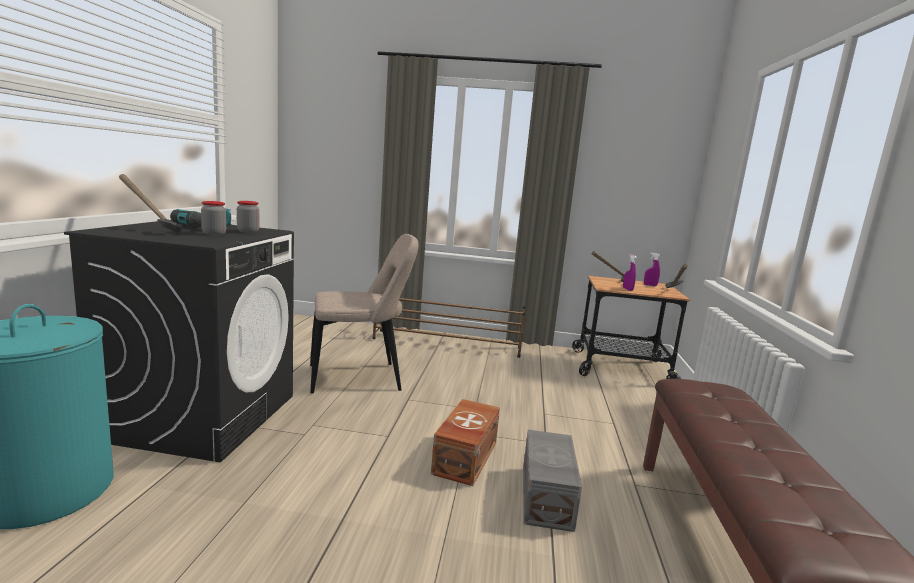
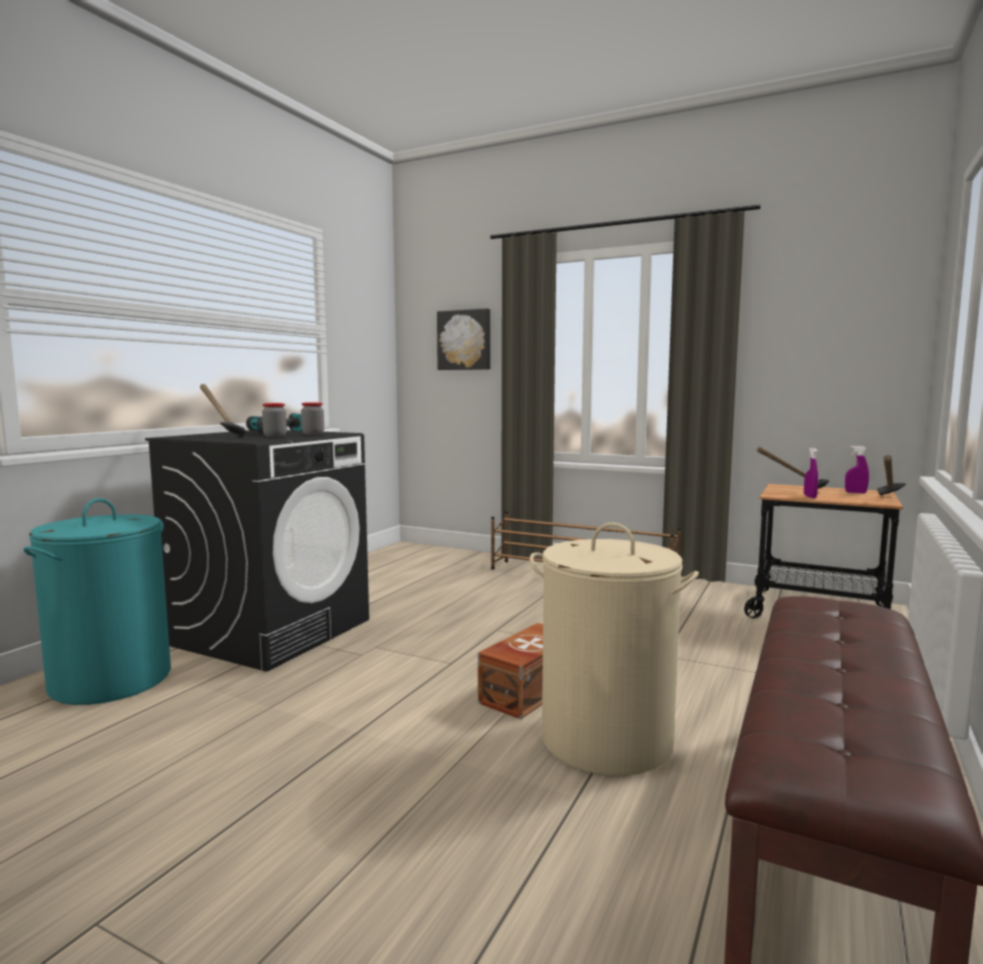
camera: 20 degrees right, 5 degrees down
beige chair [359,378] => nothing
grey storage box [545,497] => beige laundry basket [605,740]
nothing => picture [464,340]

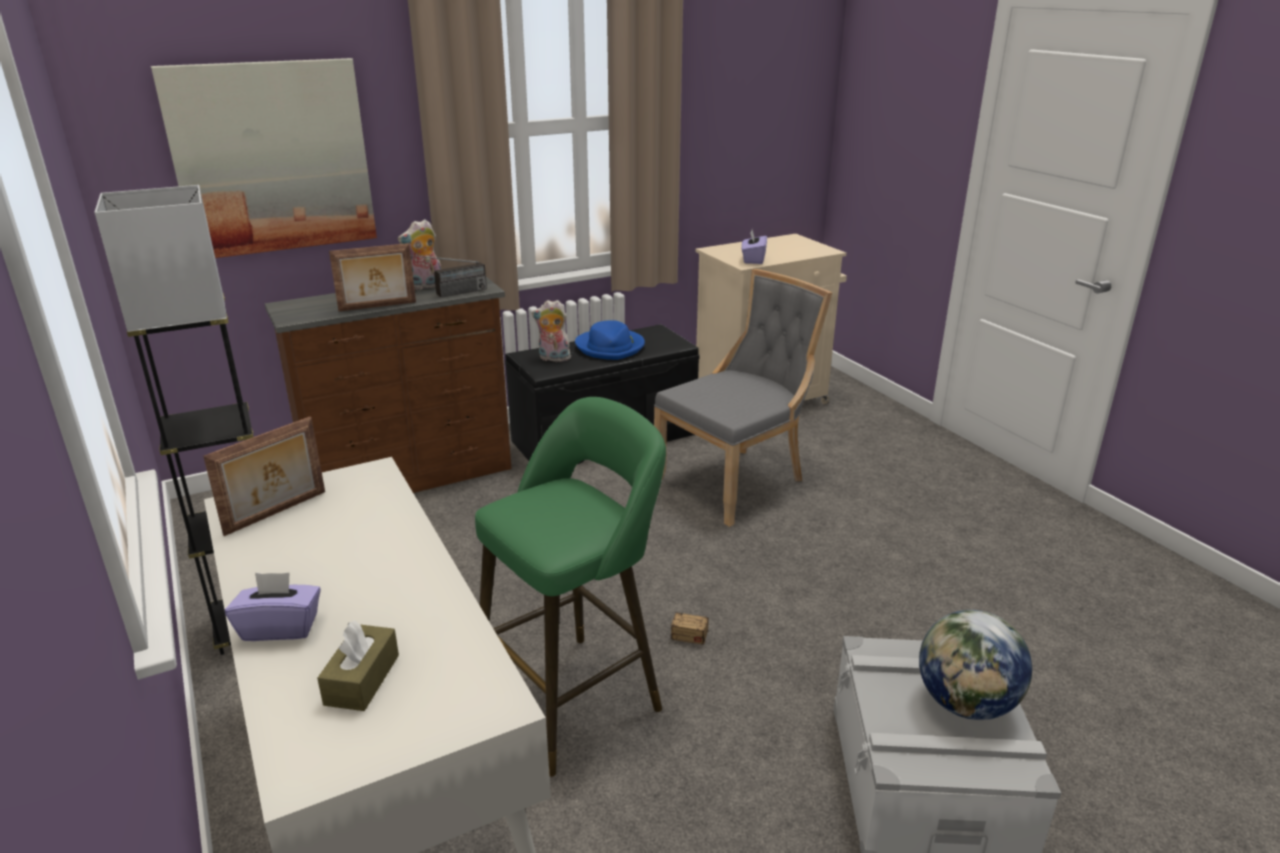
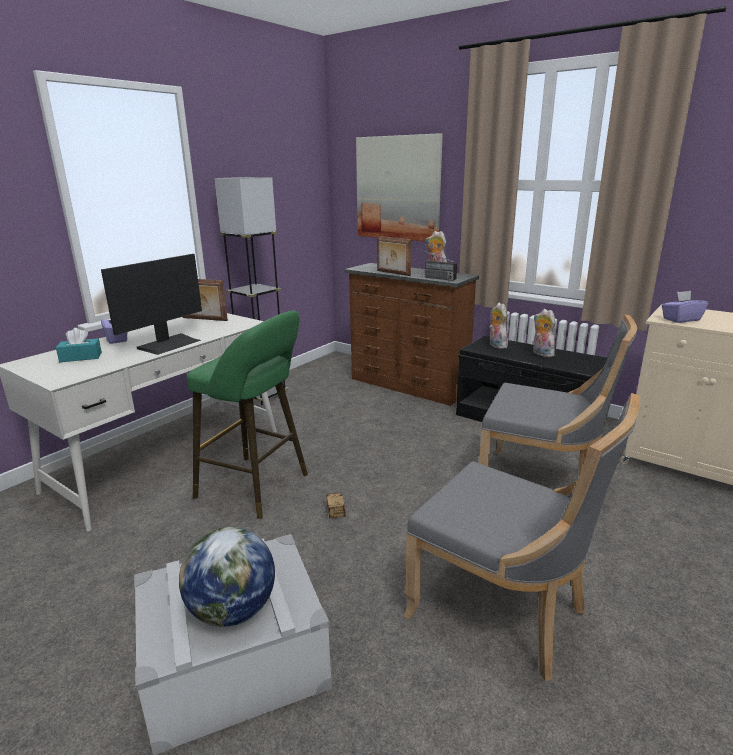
camera: 65 degrees right, 5 degrees down
blue hat [610,347] => plush toy [541,354]
brown tissue box [362,679] => turquoise tissue box [81,357]
nothing => monitor [169,344]
nothing => grey chair [504,612]

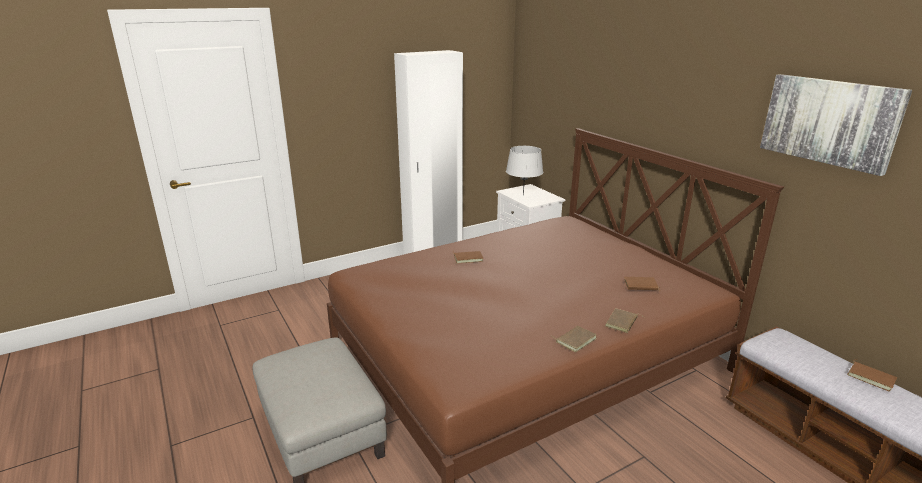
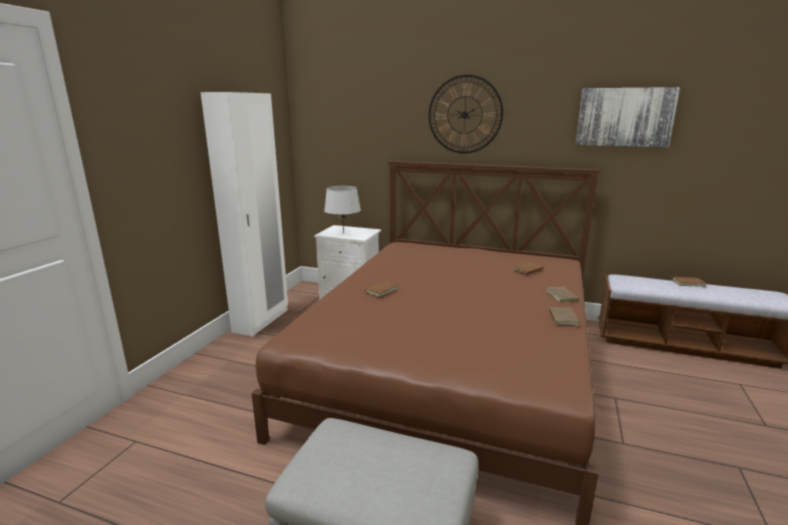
camera: 40 degrees left, 5 degrees down
nothing => wall clock [464,115]

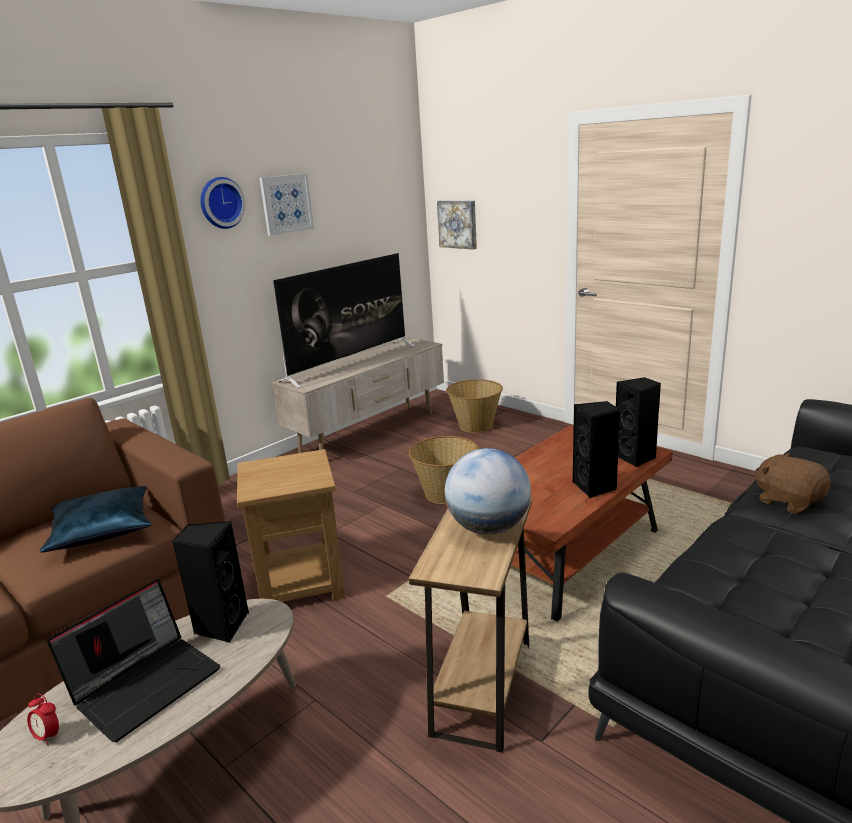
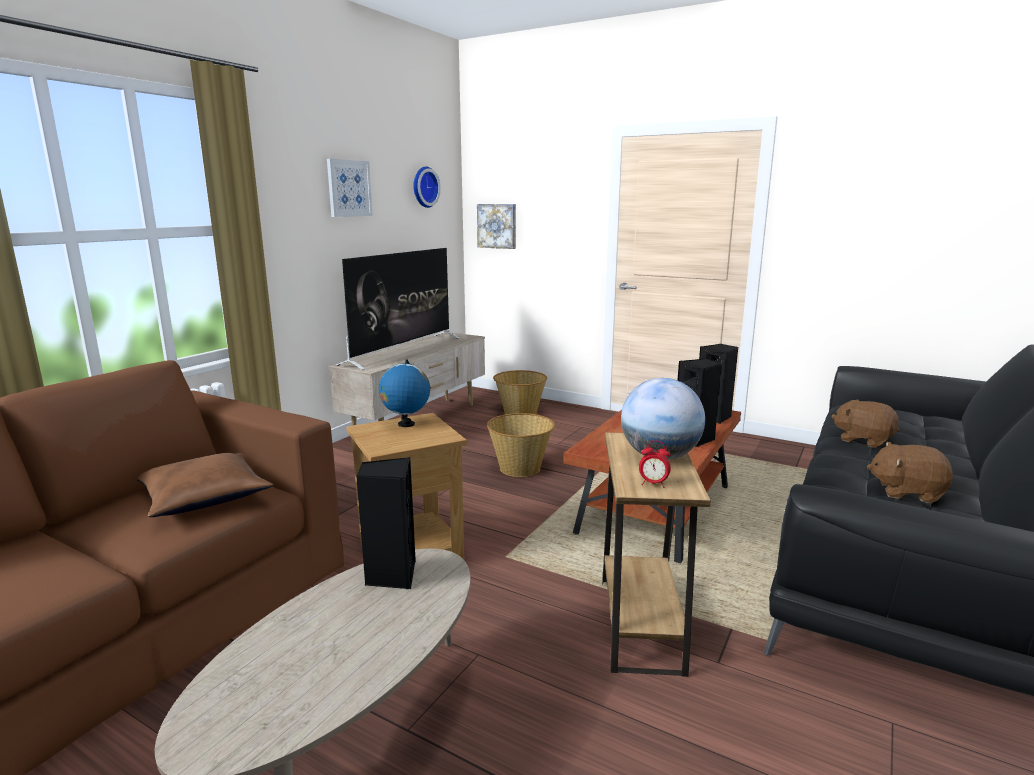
camera: 15 degrees left, 5 degrees down
wall clock [221,203] => wall clock [423,187], shifted
blue pillow [103,529] => brown pillow [205,497]
laptop [147,683] => nothing
alarm clock [48,736] => alarm clock [653,484], shifted
nothing => globe [406,424]
nothing => brown plush toy [906,492]

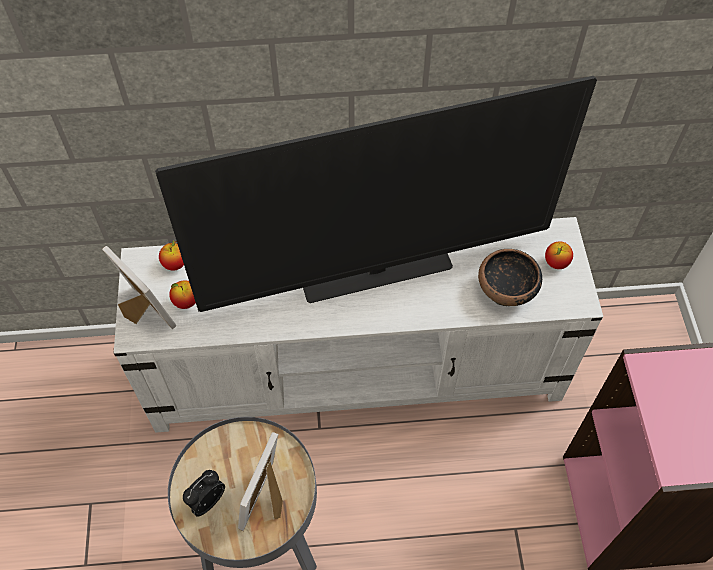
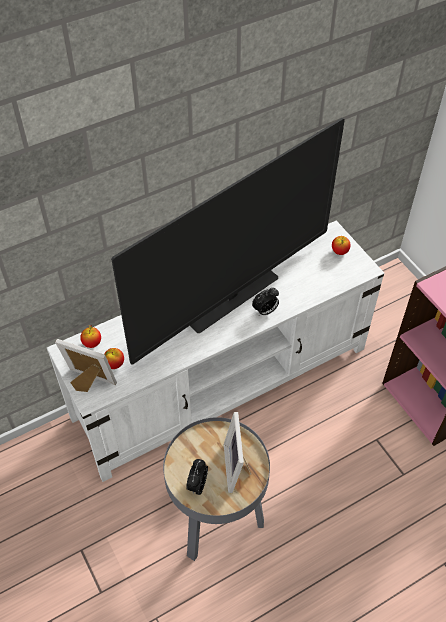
camera: 25 degrees left, 5 degrees down
bowl [506,290] => nothing
nothing => alarm clock [265,311]

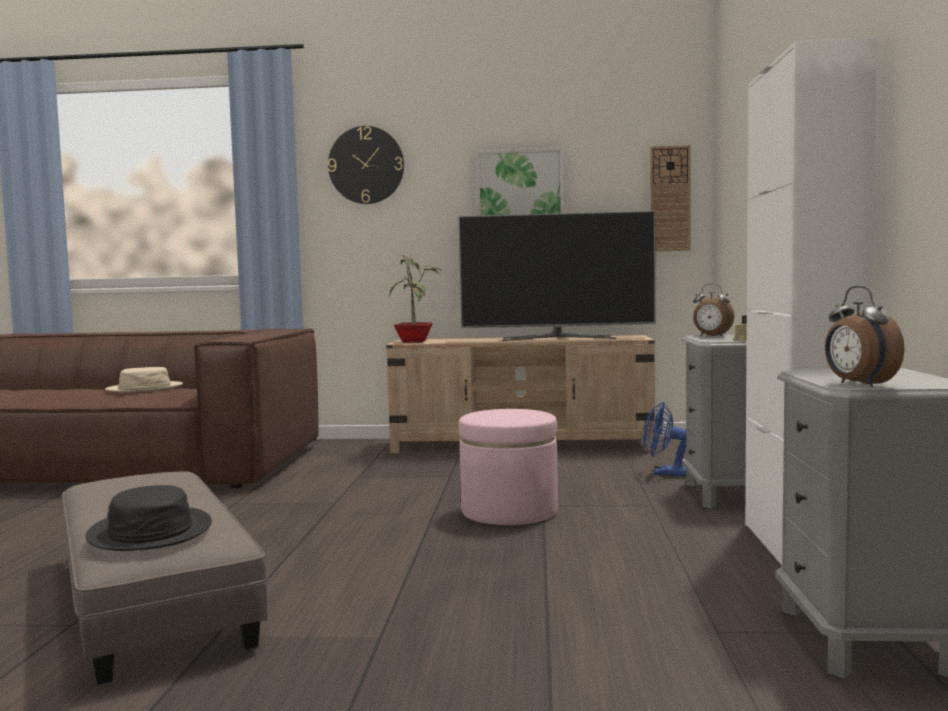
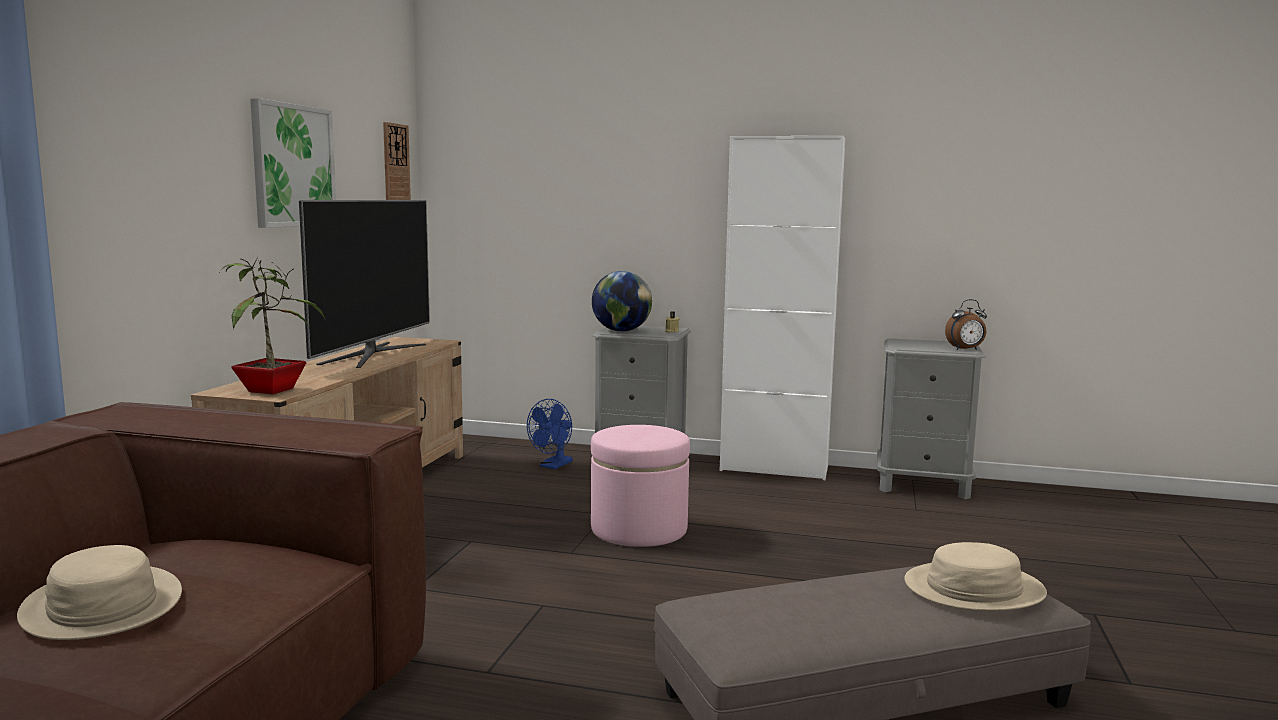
camera: 80 degrees left, 5 degrees up
wall clock [366,165] => nothing
alarm clock [711,336] => globe [621,331]
black hat [150,532] => beige hat [974,589]

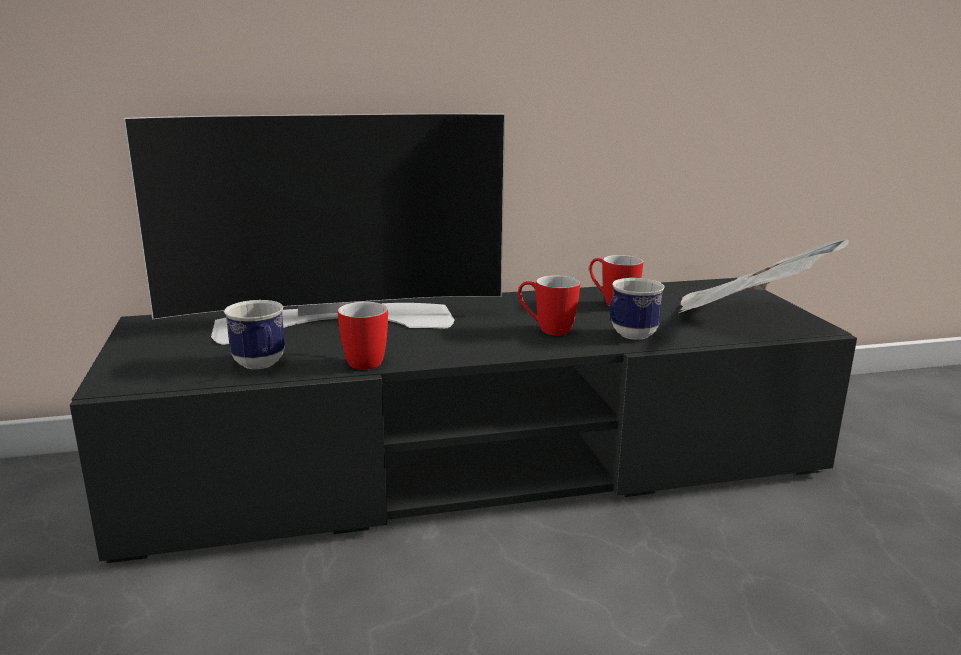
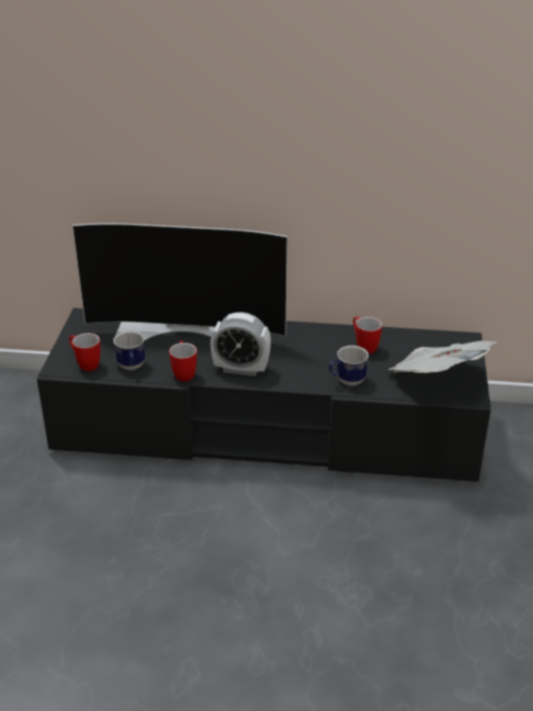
camera: 20 degrees right, 15 degrees up
mug [546,329] => mug [85,364], shifted
nothing => alarm clock [241,369]

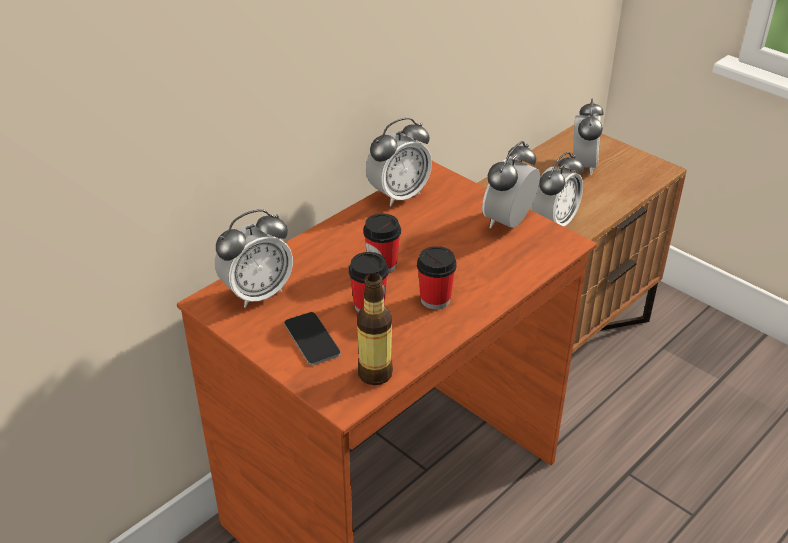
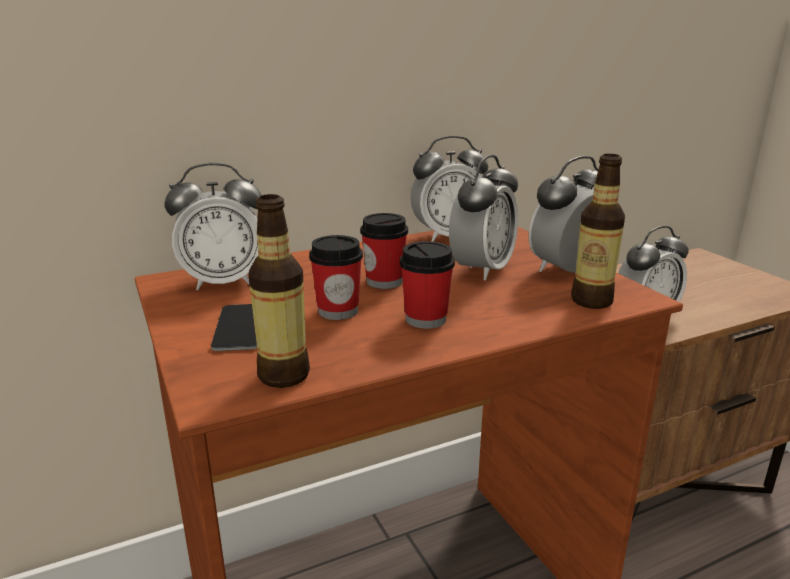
camera: 20 degrees right, 15 degrees down
alarm clock [583,166] => alarm clock [482,270], shifted
nothing => bottle [591,301]

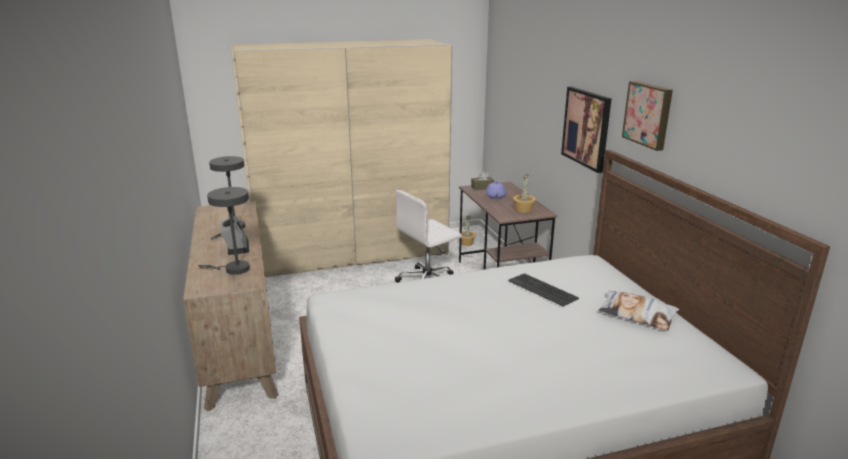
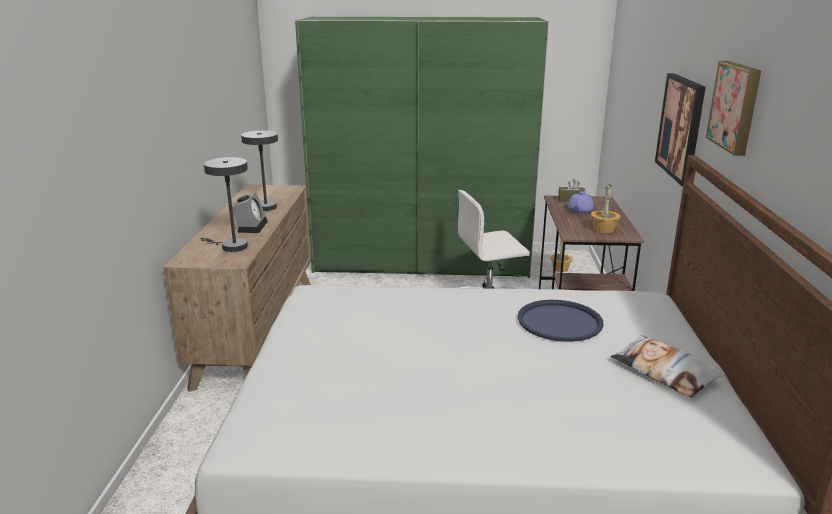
camera: 20 degrees right, 0 degrees up
beige wardrobe [352,253] => green wardrobe [422,261]
keyboard [542,289] => blue tray [559,321]

